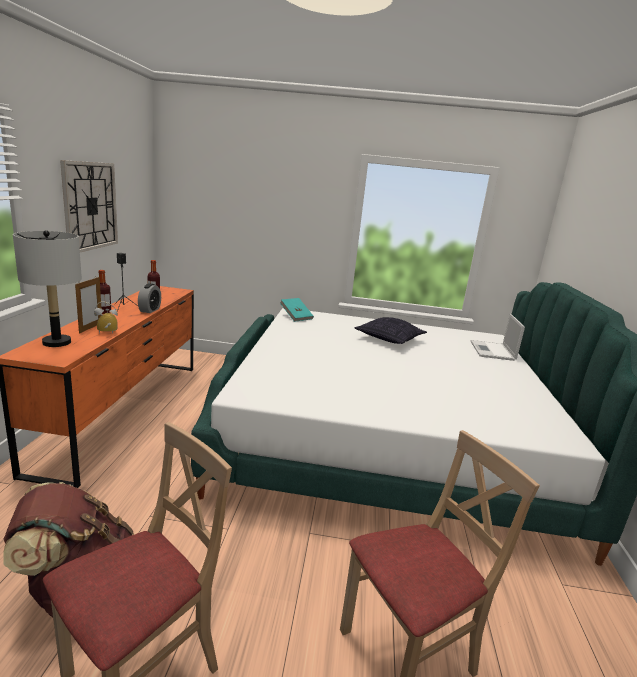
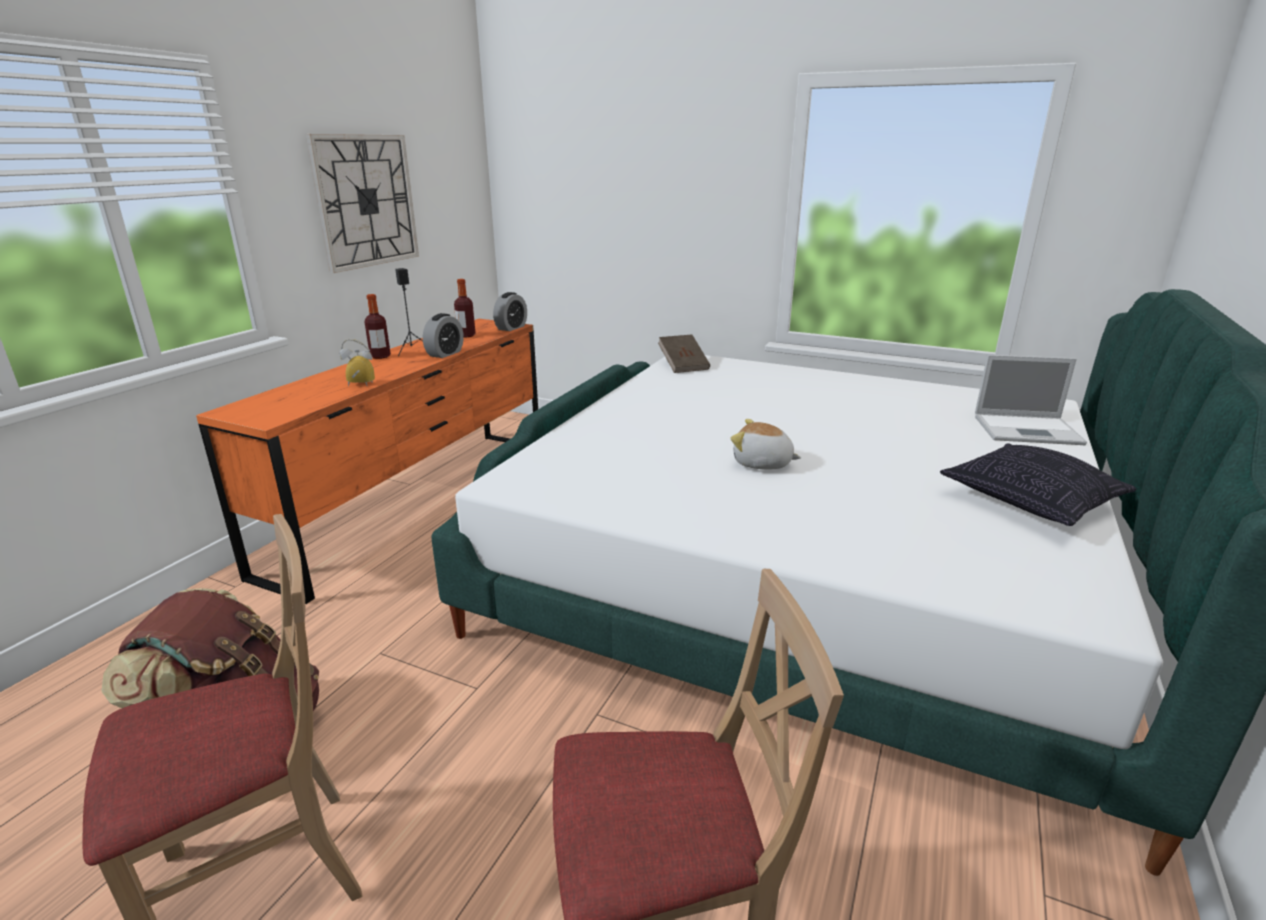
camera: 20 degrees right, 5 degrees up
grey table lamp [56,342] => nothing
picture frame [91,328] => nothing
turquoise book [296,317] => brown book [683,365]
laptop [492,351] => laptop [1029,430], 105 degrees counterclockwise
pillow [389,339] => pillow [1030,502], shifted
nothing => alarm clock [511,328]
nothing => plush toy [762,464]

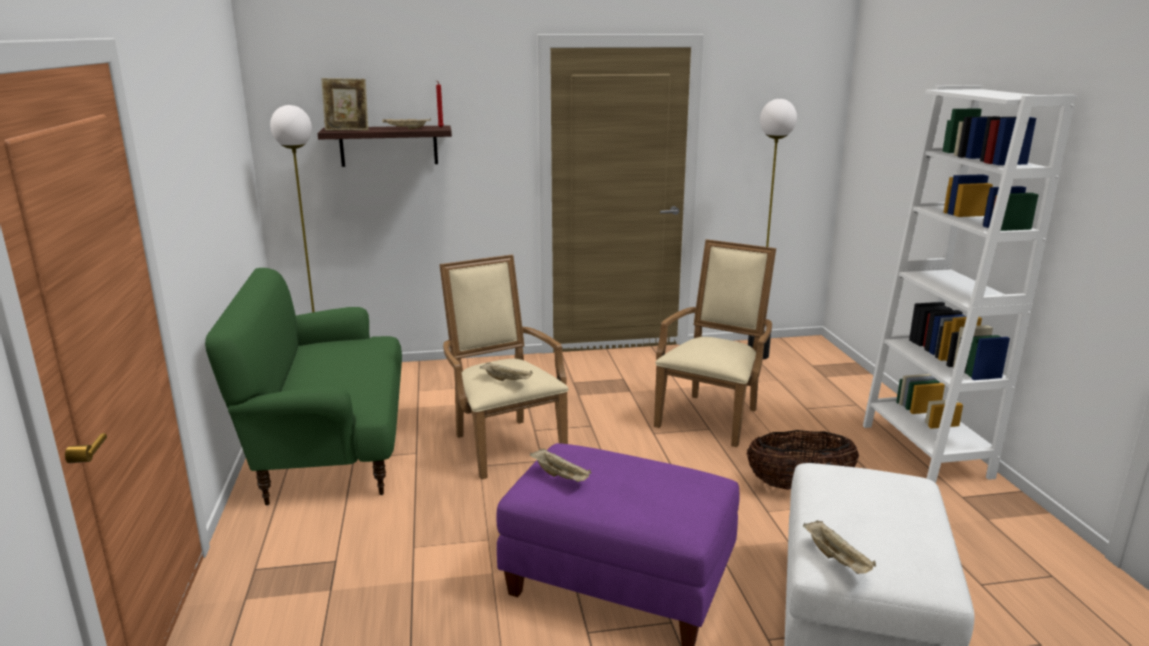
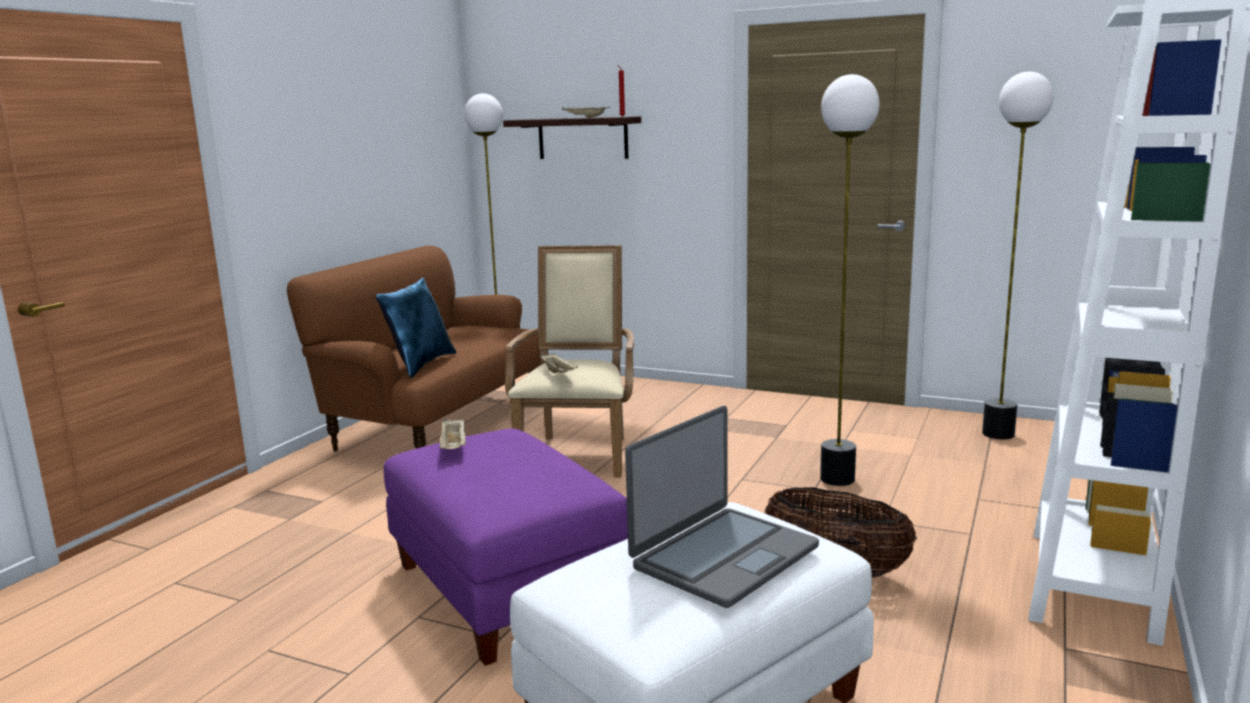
camera: 35 degrees right, 5 degrees down
picture frame [347,130] => nothing
beige armchair [712,416] => floor lamp [838,479]
green sofa [331,446] => brown sofa [437,422]
beige tray [837,559] => nothing
nothing => blue pillow [421,364]
nothing => laptop [723,557]

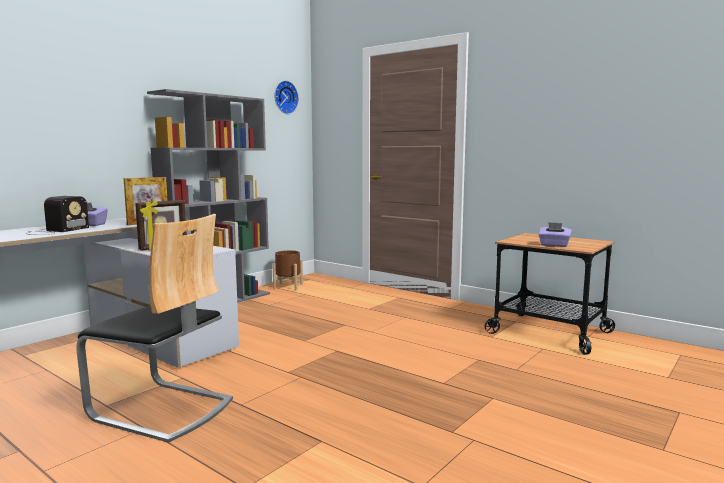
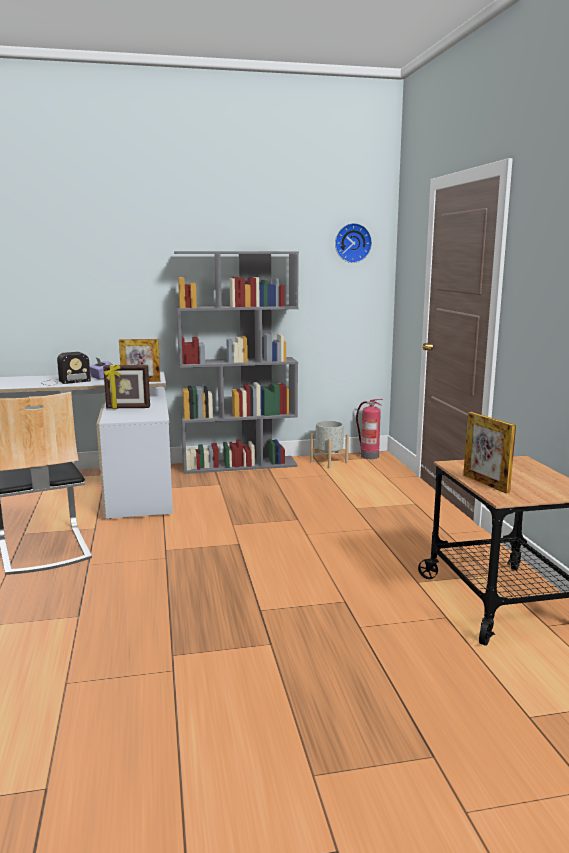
camera: 40 degrees right, 5 degrees up
purple tissue box [554,245] => picture frame [485,483]
brown planter [288,286] => grey planter [328,462]
nothing => fire extinguisher [368,456]

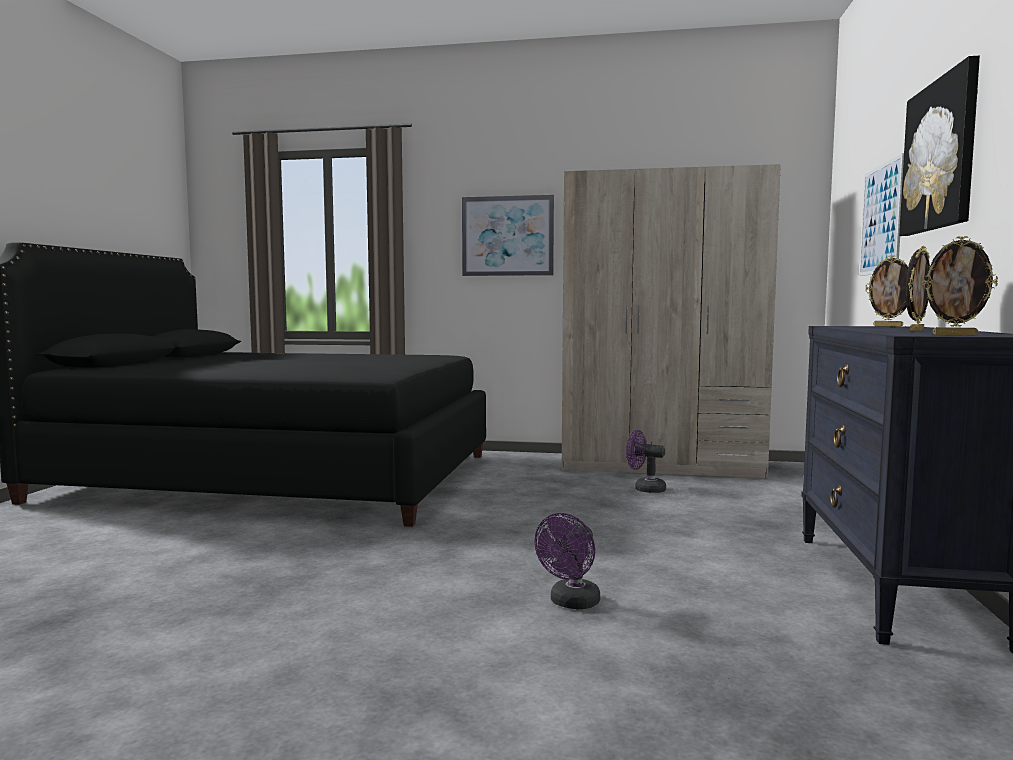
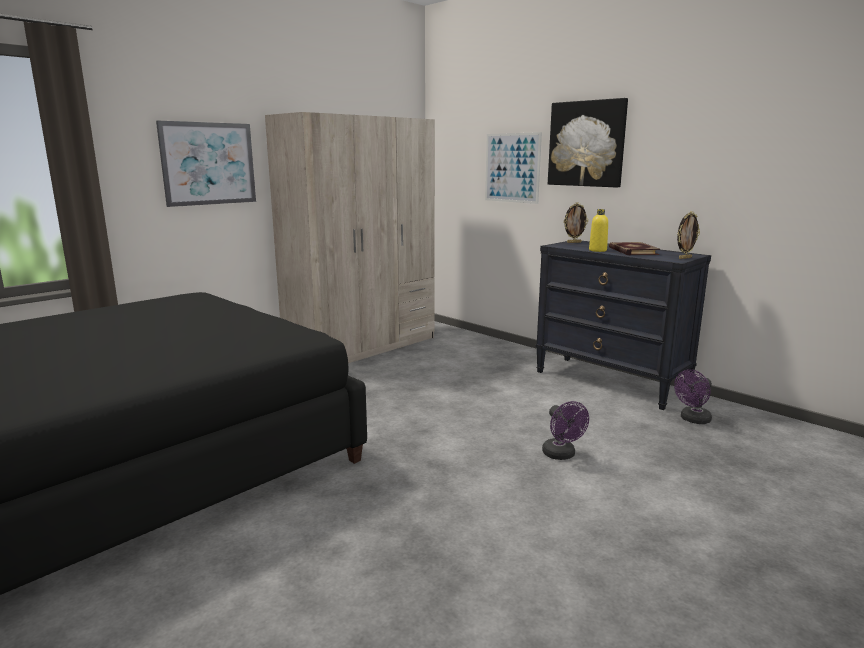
camera: 55 degrees left, 10 degrees up
picture frame [915,330] => book [632,251]
purple fan [644,489] => purple fan [692,420], shifted
nothing => yellow bottle [597,250]

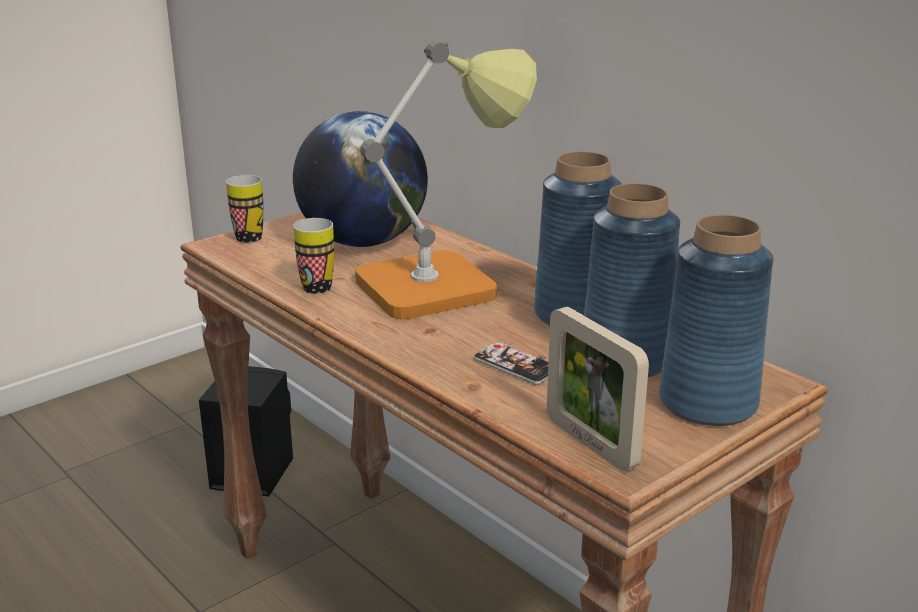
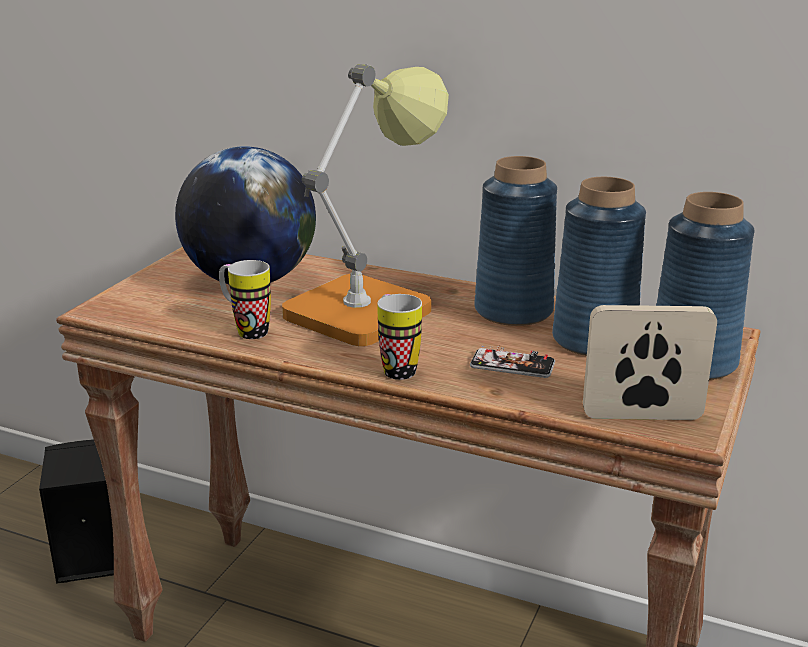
camera: 25 degrees left, 0 degrees up
mug [251,235] => mug [395,367], shifted
picture frame [590,443] => picture frame [642,416], 150 degrees clockwise

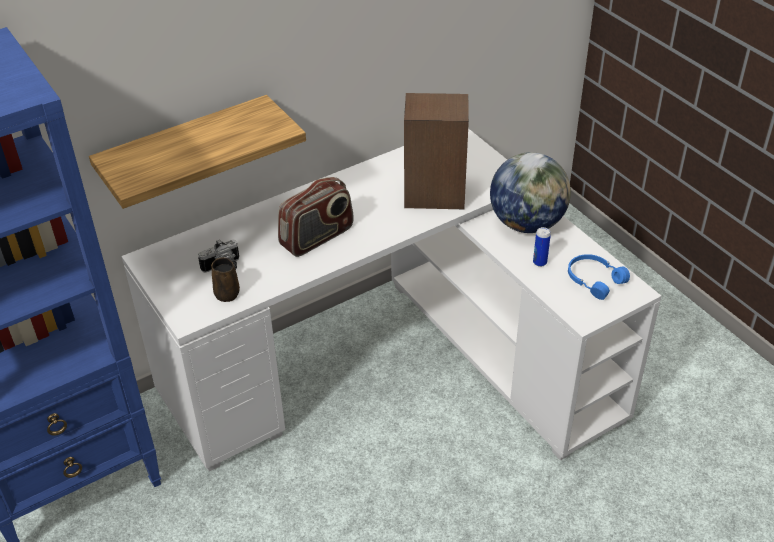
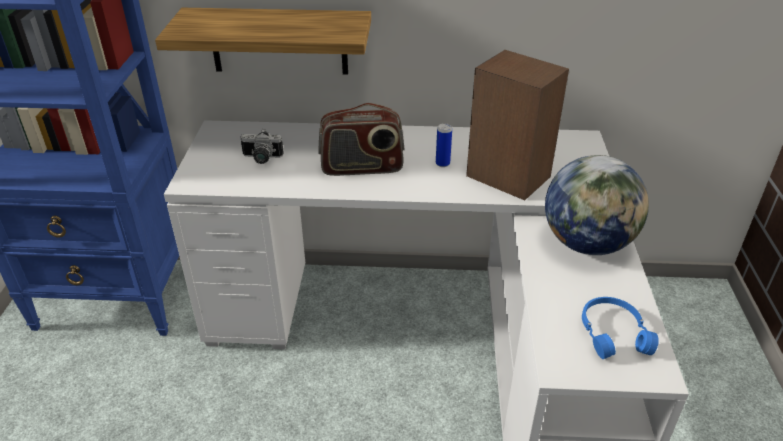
camera: 35 degrees right, 5 degrees down
can [539,262] => can [442,163], shifted
brown mug [226,293] => nothing

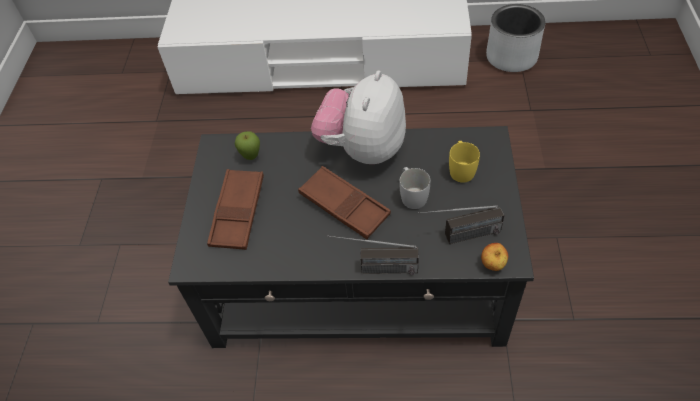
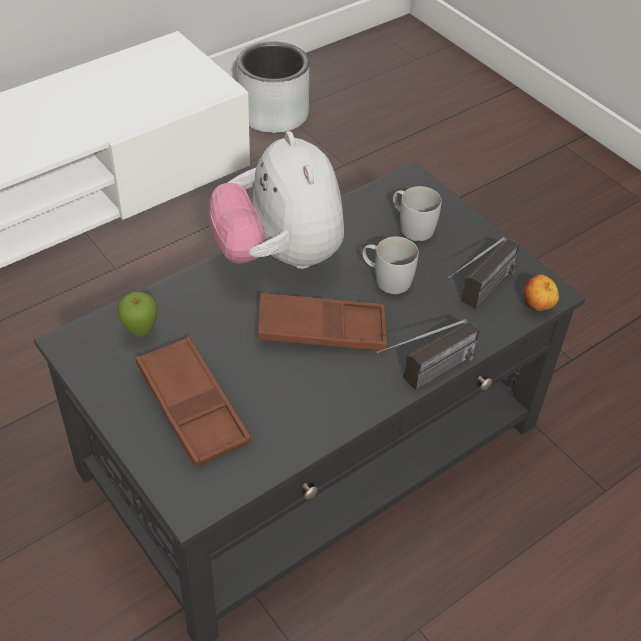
camera: 45 degrees left, 5 degrees down
yellow mug [461,169] => white mug [411,226]

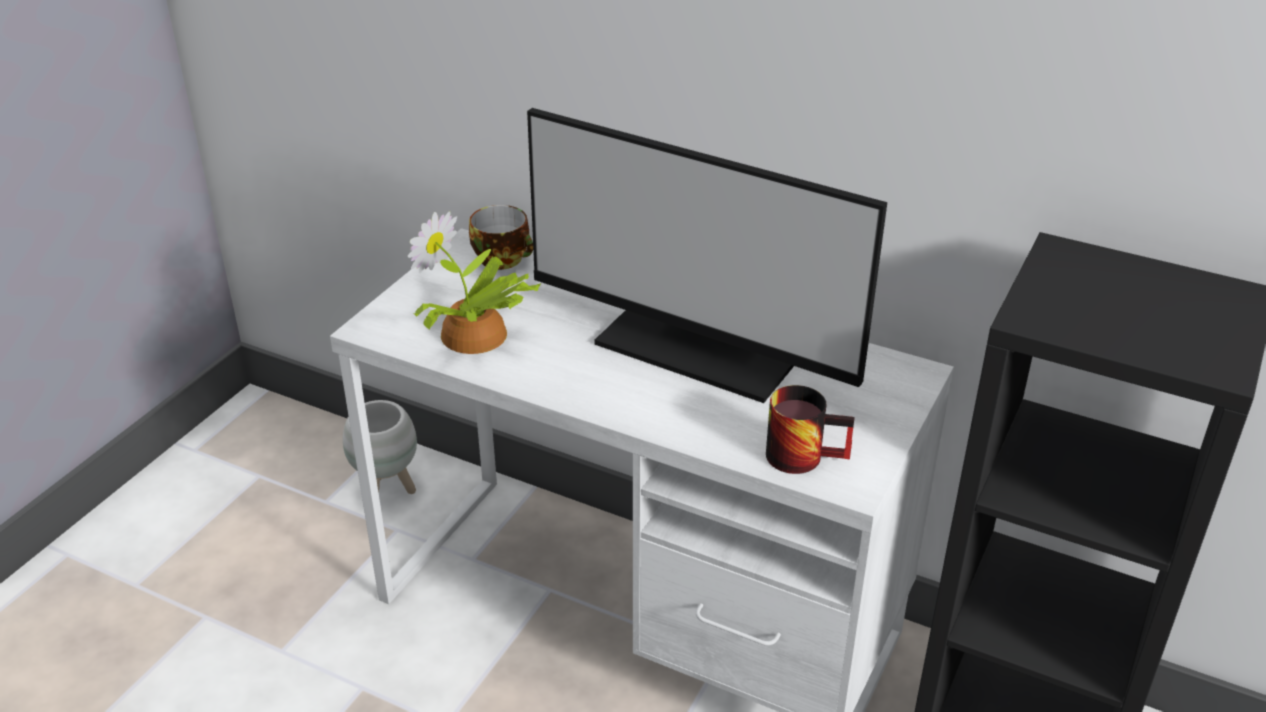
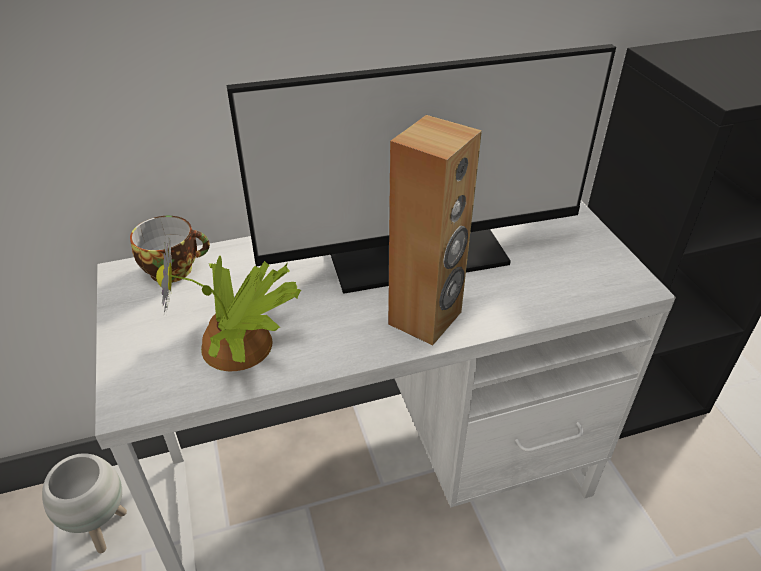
camera: 45 degrees left, 5 degrees up
mug [804,453] => nothing
nothing => brown speaker [426,318]

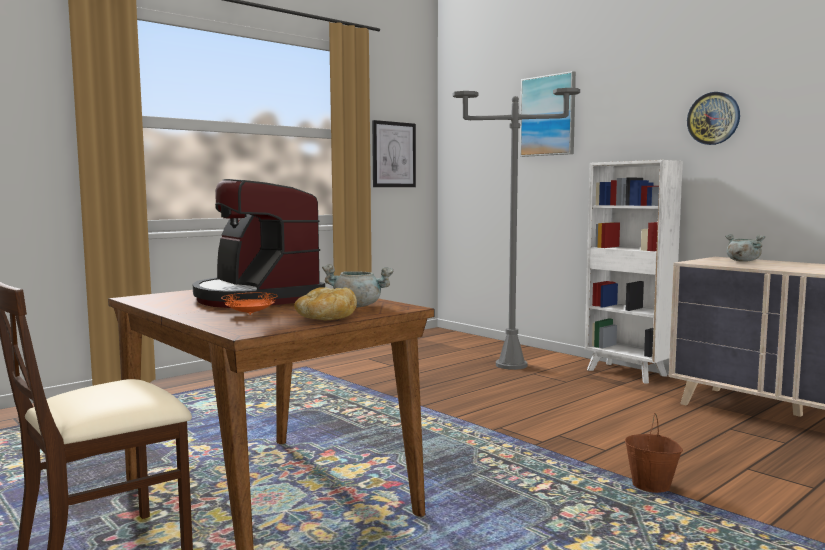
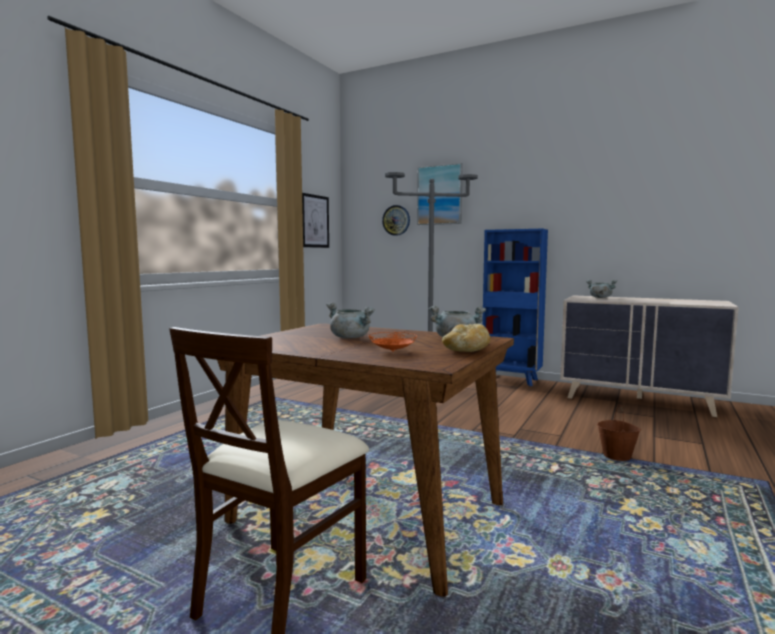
camera: 20 degrees left, 0 degrees up
wall clock [713,118] => wall clock [396,220], shifted
white bookcase [627,373] => blue bookcase [511,380]
coffee machine [256,298] => grey cooking pot [351,338]

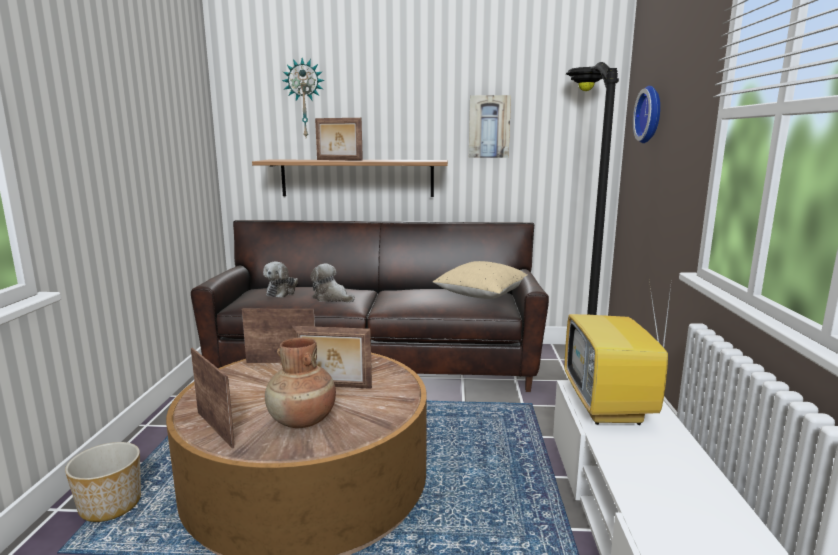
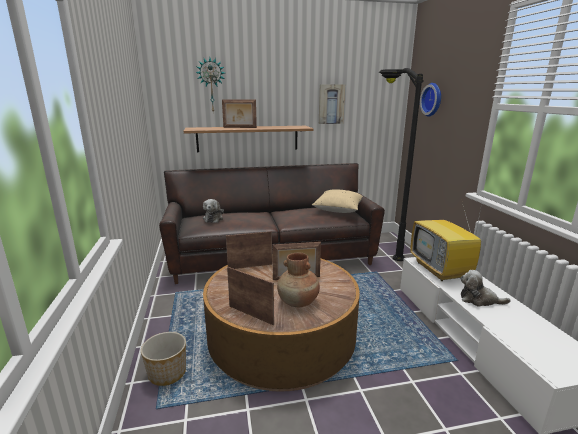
camera: 15 degrees left, 5 degrees up
plush toy [332,298] => plush toy [479,300], shifted

